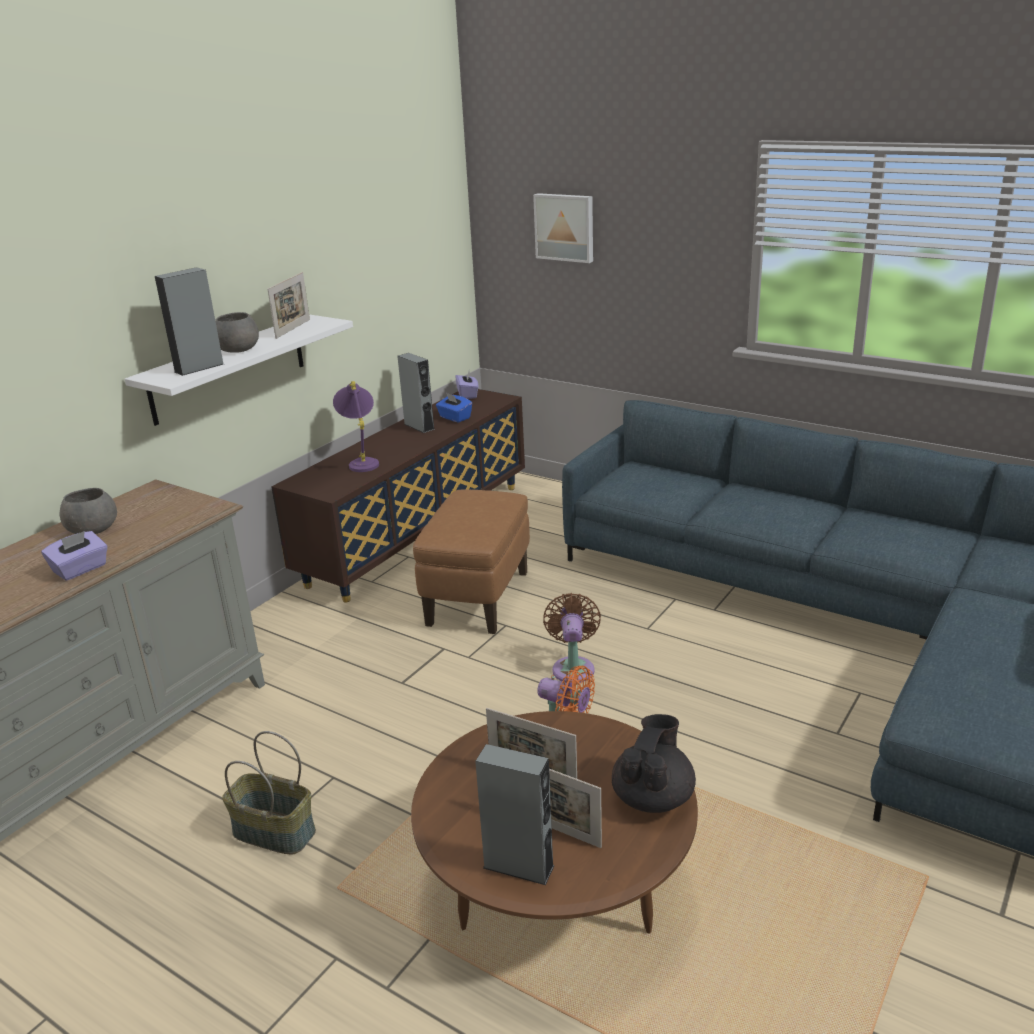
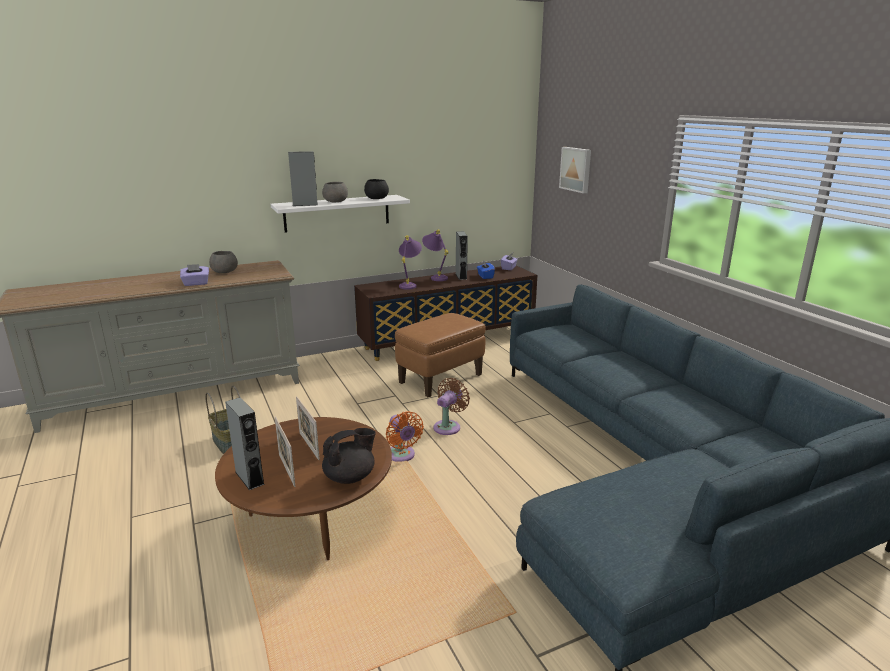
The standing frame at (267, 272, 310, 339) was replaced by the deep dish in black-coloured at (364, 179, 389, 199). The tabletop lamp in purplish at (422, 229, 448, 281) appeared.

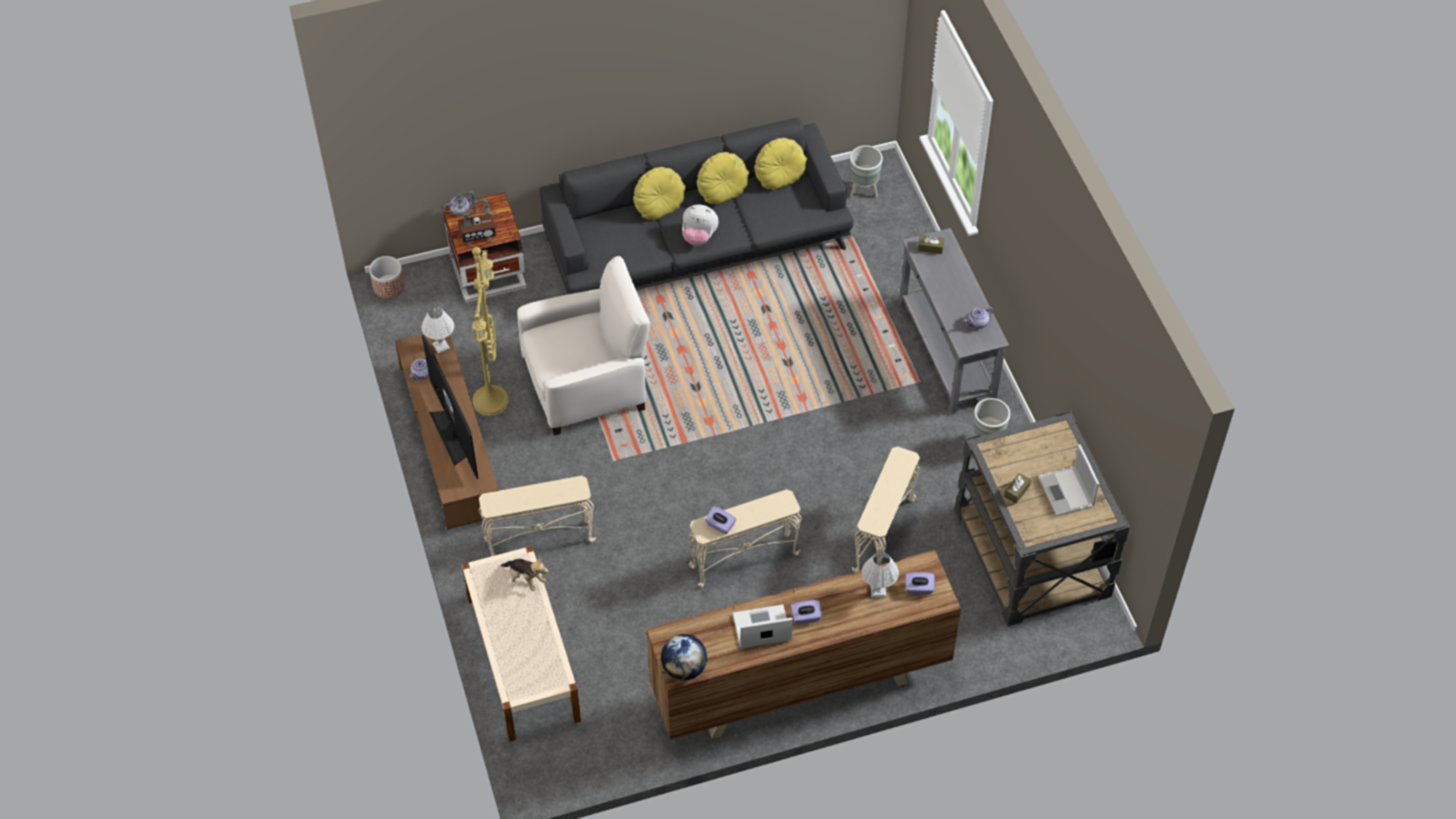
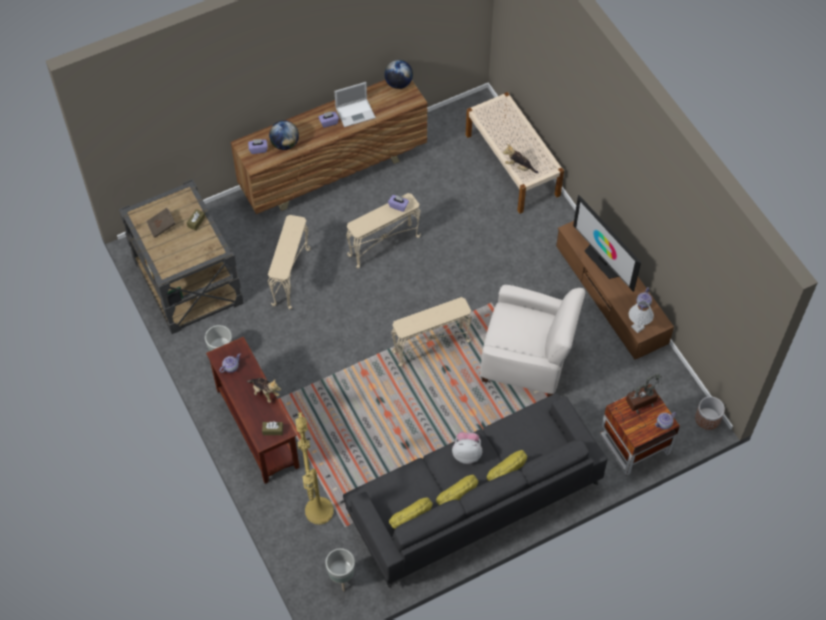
The notebook computer at (1038, 444, 1099, 516) was replaced by the bound book in brownish at (146, 208, 175, 238). The narrow table in greyish at (899, 228, 1009, 415) became the narrow table in brownish at (206, 337, 300, 484). The cuddly toy at (247, 378, 281, 403) appeared. The tabletop lamp in white-coloured at (862, 552, 899, 598) was replaced by the globe at (269, 120, 299, 150). The standard lamp in yellow-coloured moved from (472, 247, 509, 416) to (295, 412, 334, 525). The end table in sand-coloured moved from (479, 476, 596, 556) to (391, 297, 472, 367). The easy chair in white-coloured at (517, 256, 650, 436) turned 135 degrees counterclockwise.

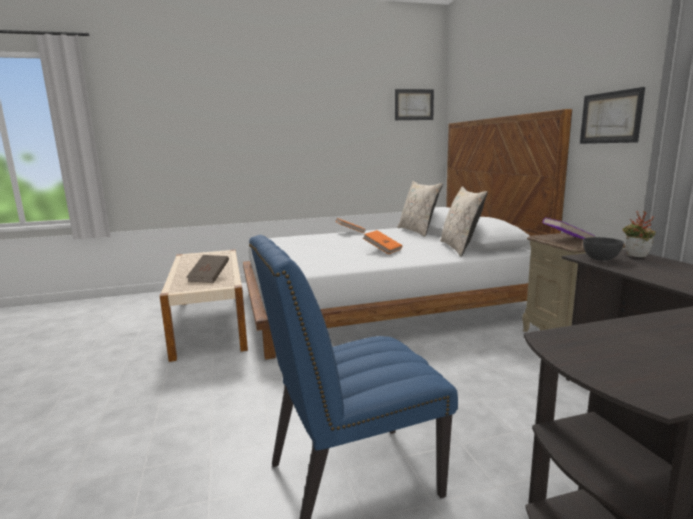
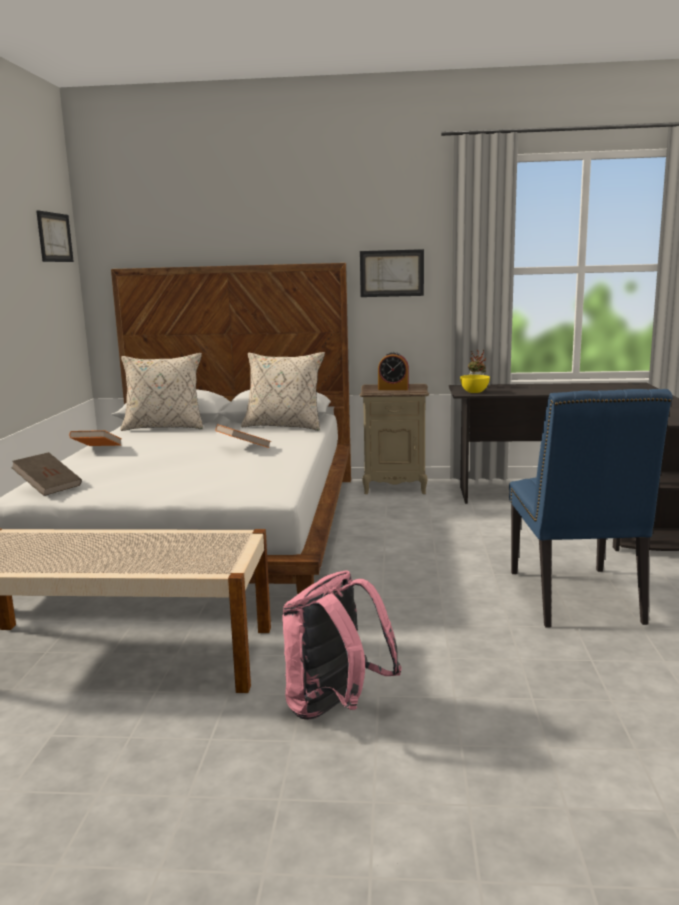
The bound book in brownish moved from (187, 255, 229, 283) to (11, 452, 82, 496). The backpack in pink at (283, 570, 402, 720) appeared. The bound book in purplish at (543, 217, 595, 239) was replaced by the table clock at (378, 352, 409, 390). The deep dish in greyish at (583, 237, 624, 261) became the deep dish in yellow-coloured at (460, 375, 490, 393).

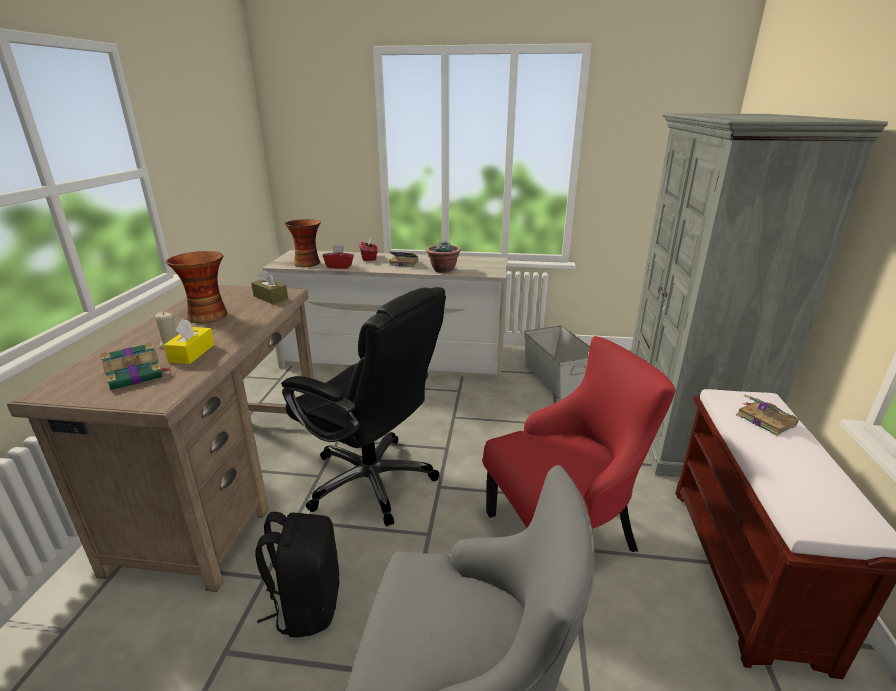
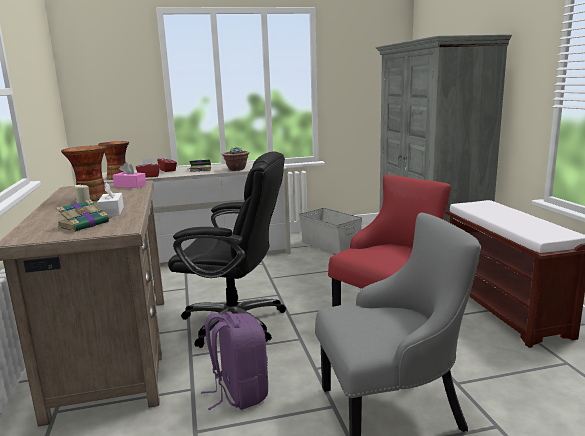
The box of tissues in yellow-coloured at (164, 319, 215, 364) became the box of tissues in white-coloured at (97, 182, 124, 217). The box of tissues in brownish at (251, 270, 288, 304) became the box of tissues in pink at (113, 162, 147, 188). The backpack in black-coloured at (255, 512, 340, 637) became the backpack in purplish at (201, 311, 268, 410). The bound book at (736, 394, 799, 436) disappeared.

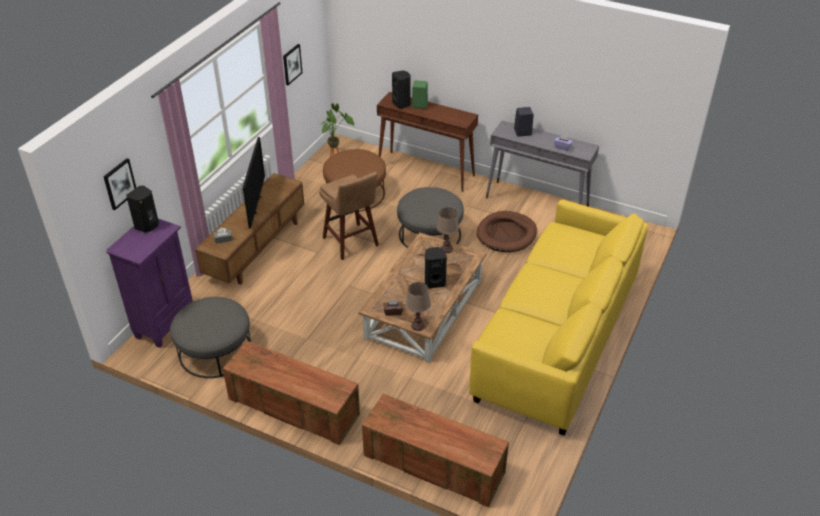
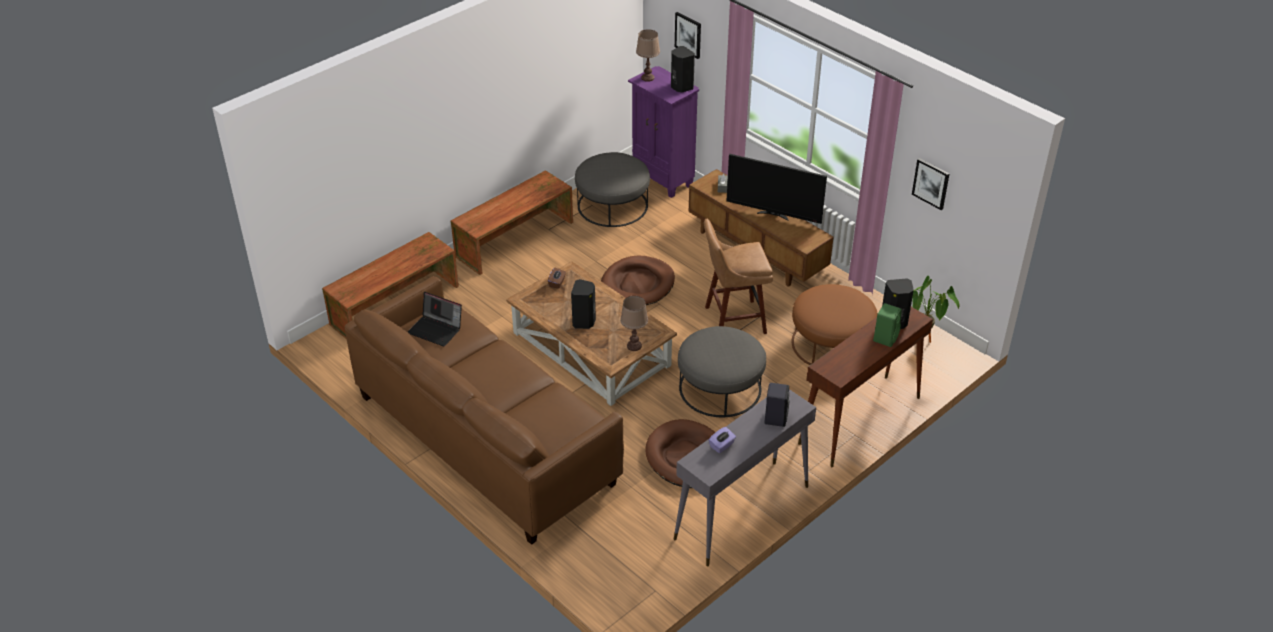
The sofa in yellow-coloured at (469, 199, 648, 436) became the sofa in brownish at (344, 276, 624, 545). The notebook computer at (408, 292, 462, 347) appeared. The dog bed in brownish at (601, 256, 675, 305) appeared. The tabletop lamp in brownish moved from (406, 282, 431, 331) to (636, 29, 660, 82).

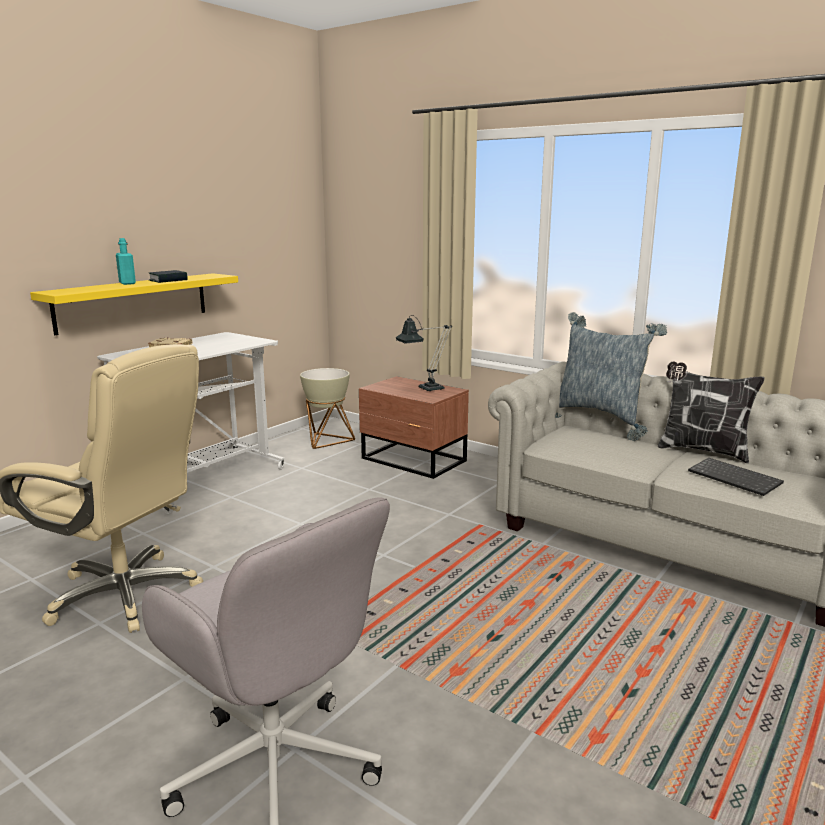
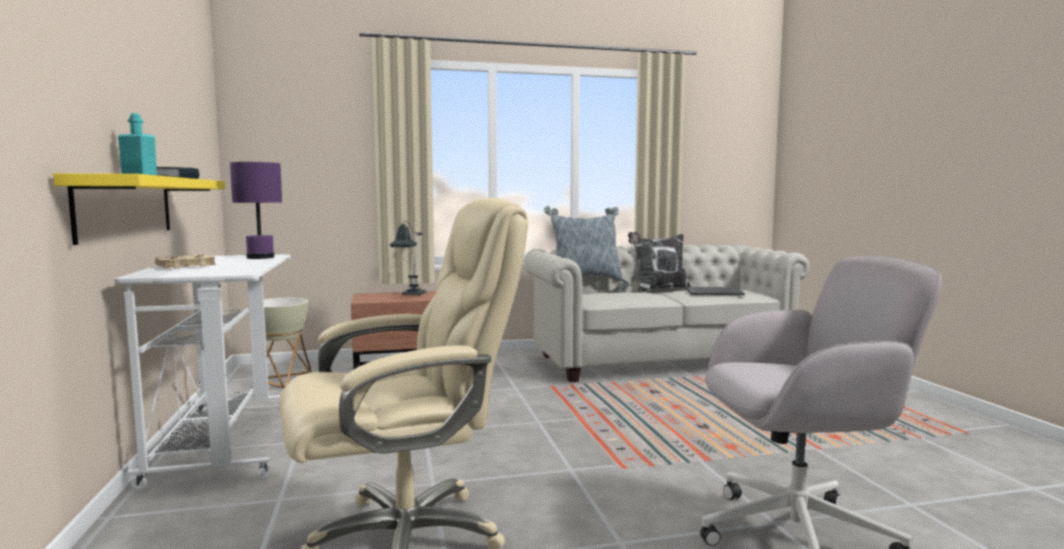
The tabletop lamp in purplish at (230, 162, 282, 259) appeared.

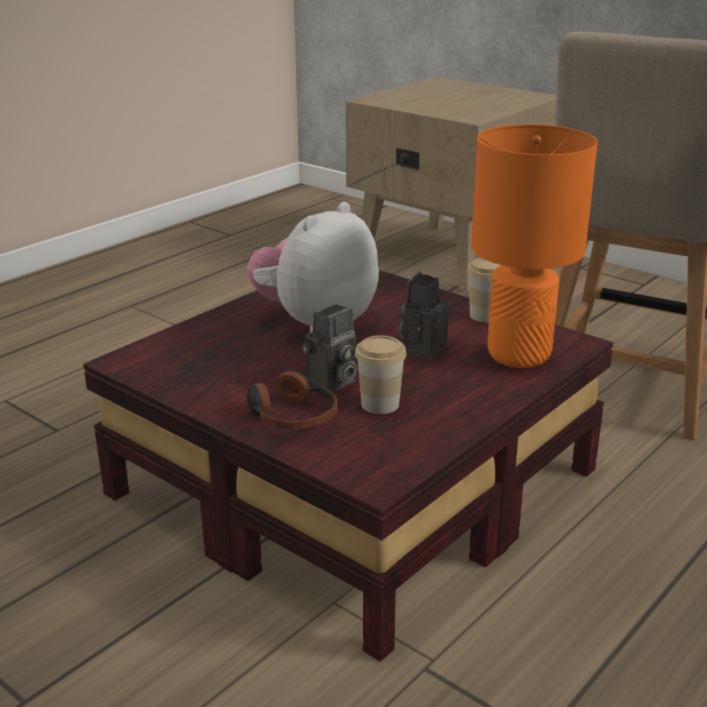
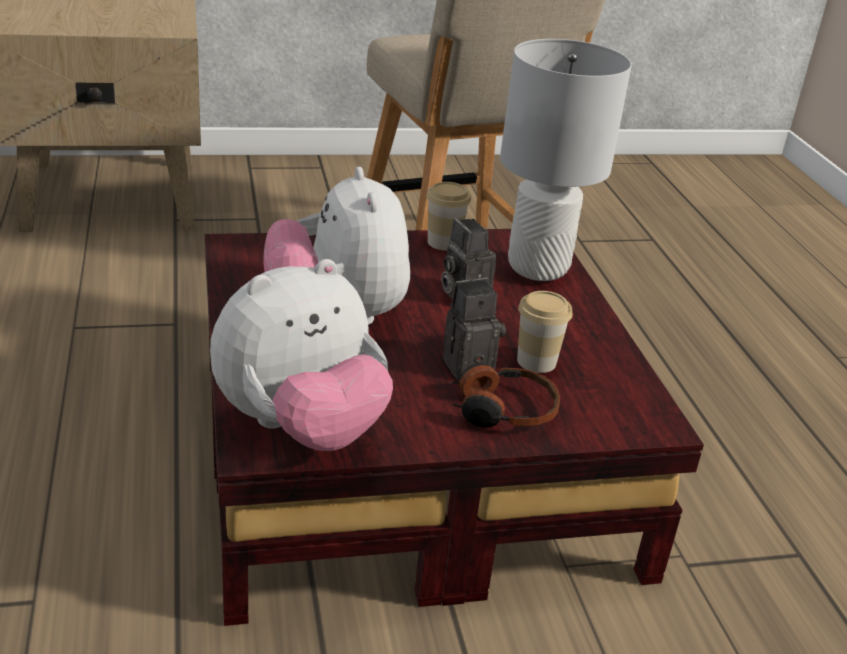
The cuddly toy at (210, 259, 393, 451) appeared. The still camera at (302, 304, 357, 393) turned 105 degrees counterclockwise. The tabletop lamp in orangey at (471, 124, 598, 368) became the tabletop lamp in greyish at (500, 39, 632, 281).

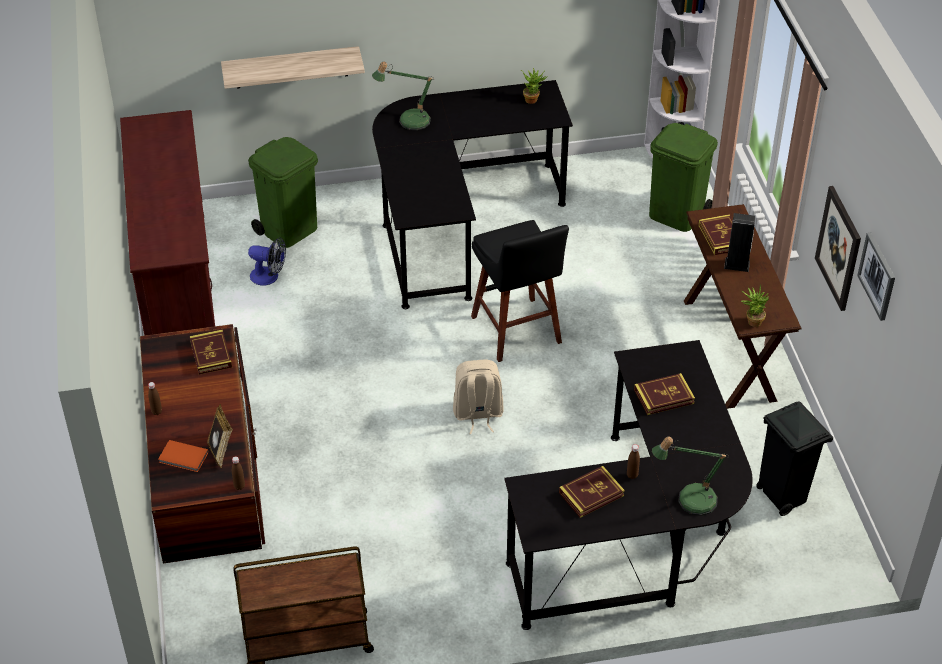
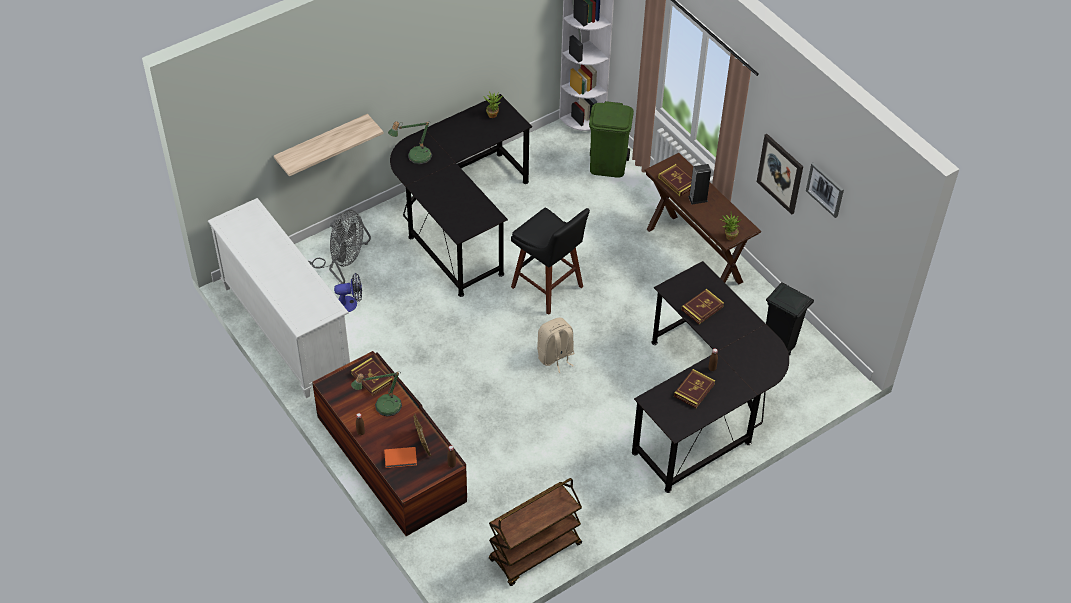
The dresser in red at (120, 110, 215, 336) became the dresser in white-coloured at (208, 198, 350, 398). The rubbish bin in green at (248, 137, 318, 248) was replaced by the fan in greyish at (308, 210, 371, 284). The tabletop lamp moved from (652, 436, 729, 516) to (351, 372, 402, 417).

